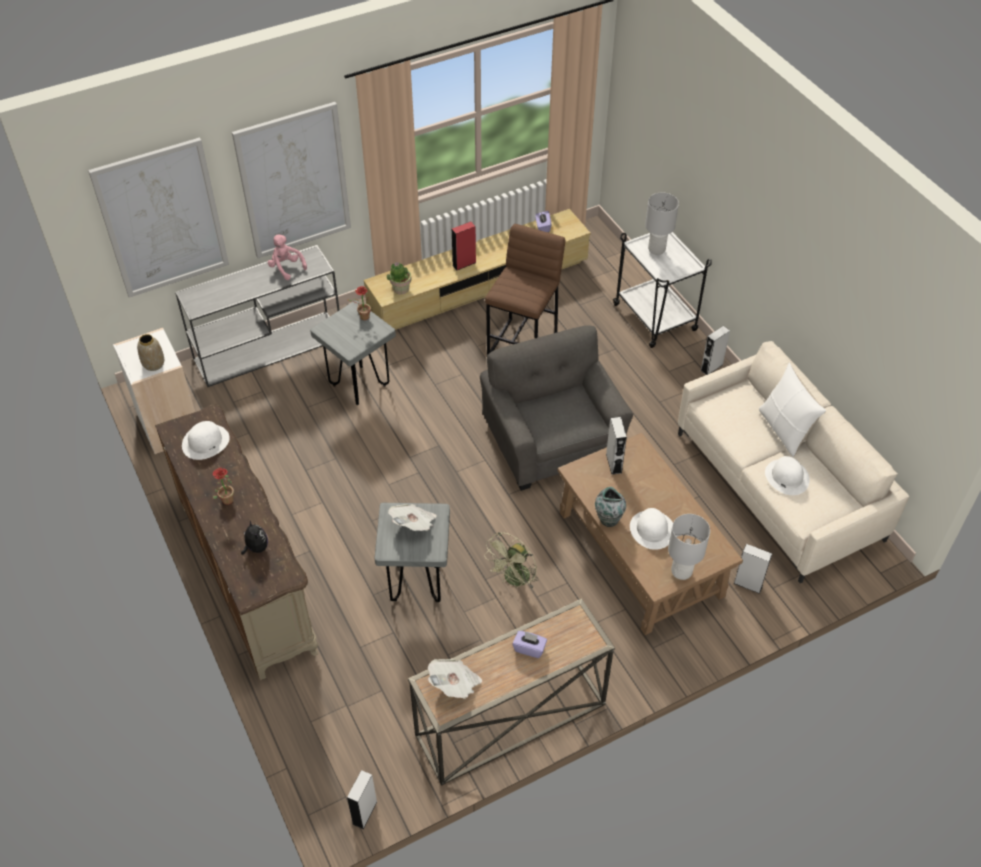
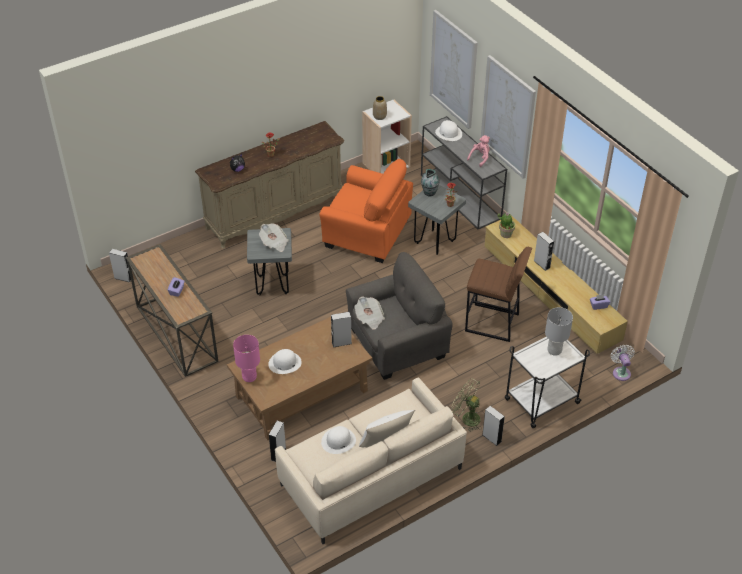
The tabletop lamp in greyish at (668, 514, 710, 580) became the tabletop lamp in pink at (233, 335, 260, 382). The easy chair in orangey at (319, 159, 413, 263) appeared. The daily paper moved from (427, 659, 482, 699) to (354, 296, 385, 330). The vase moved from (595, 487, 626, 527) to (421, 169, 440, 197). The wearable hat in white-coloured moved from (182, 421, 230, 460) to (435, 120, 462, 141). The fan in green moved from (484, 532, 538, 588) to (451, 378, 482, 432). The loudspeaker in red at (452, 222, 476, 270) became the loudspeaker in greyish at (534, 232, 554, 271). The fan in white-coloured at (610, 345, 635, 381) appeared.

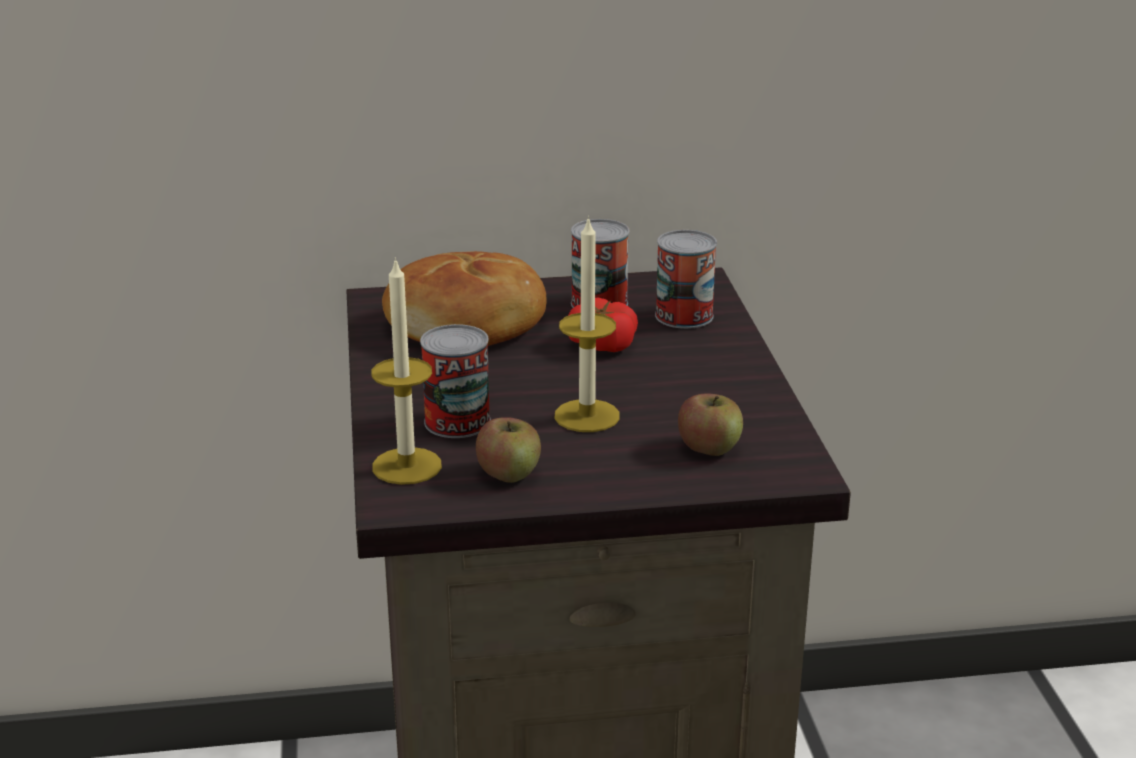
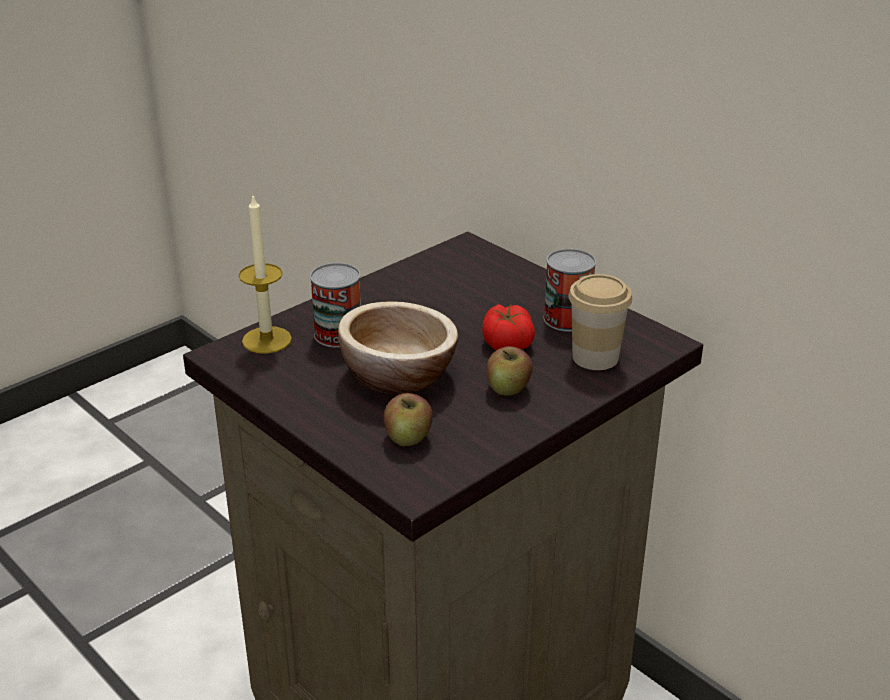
The wax candle at (555, 216, 620, 432) was replaced by the deep dish at (338, 302, 458, 395). The apple fruit moved from (476, 417, 541, 483) to (487, 346, 533, 396). The can at (655, 230, 717, 329) was replaced by the cup at (568, 274, 632, 370). The bread at (382, 251, 547, 346) disappeared.

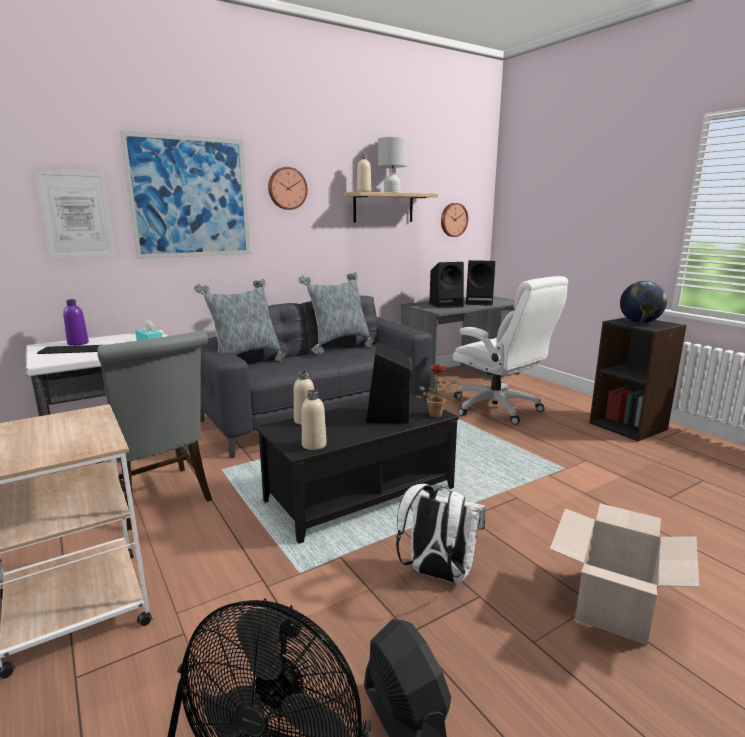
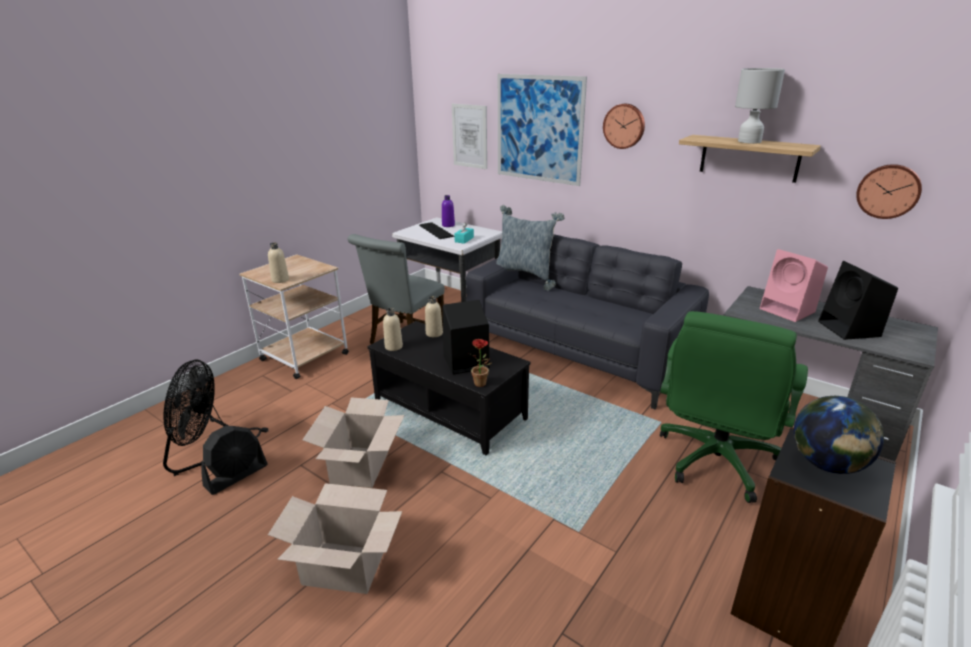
The bottle in sand-coloured moved from (357, 155, 371, 192) to (268, 242, 289, 283). The backpack in white-coloured at (396, 484, 485, 583) was replaced by the carton at (302, 397, 404, 488). The computer chair in white-coloured at (453, 276, 568, 425) became the computer chair in green at (660, 311, 808, 503). The loudspeaker in black-coloured at (429, 262, 464, 308) became the loudspeaker in pink at (760, 249, 828, 322). The cushion at (299, 272, 374, 354) disappeared.

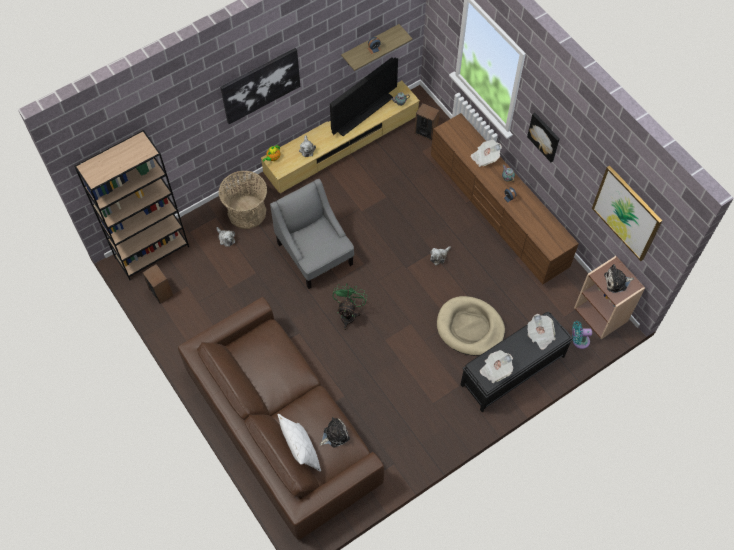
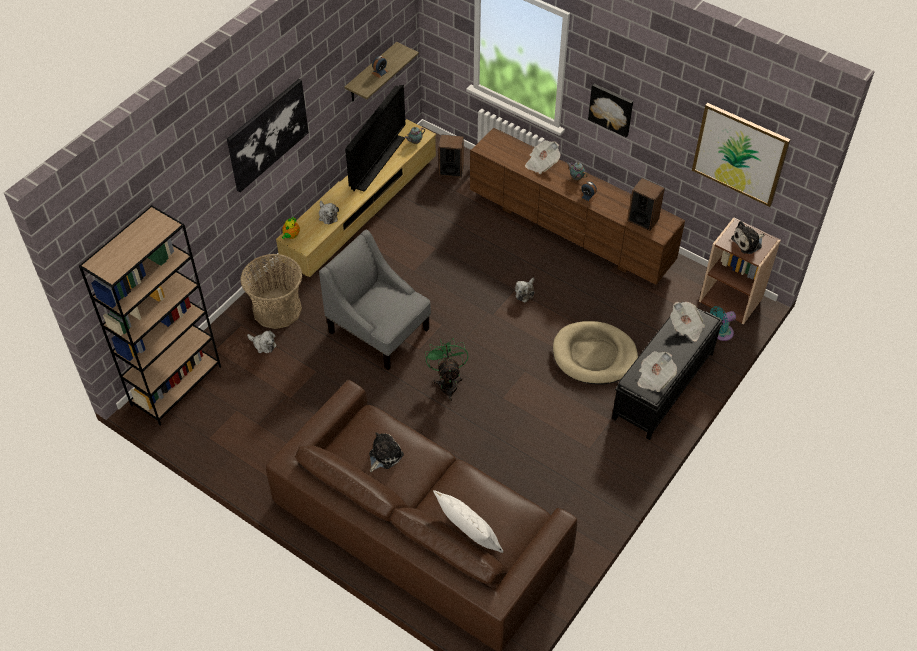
The cuddly toy moved from (319, 417, 350, 448) to (369, 432, 404, 472). The loudspeaker moved from (142, 264, 173, 304) to (627, 178, 665, 231).

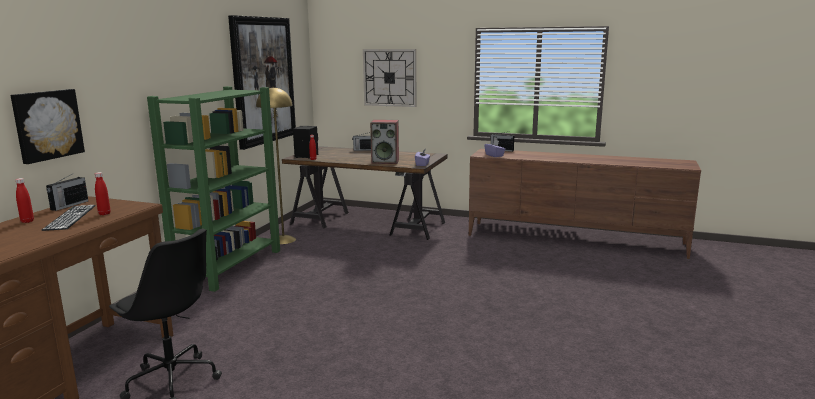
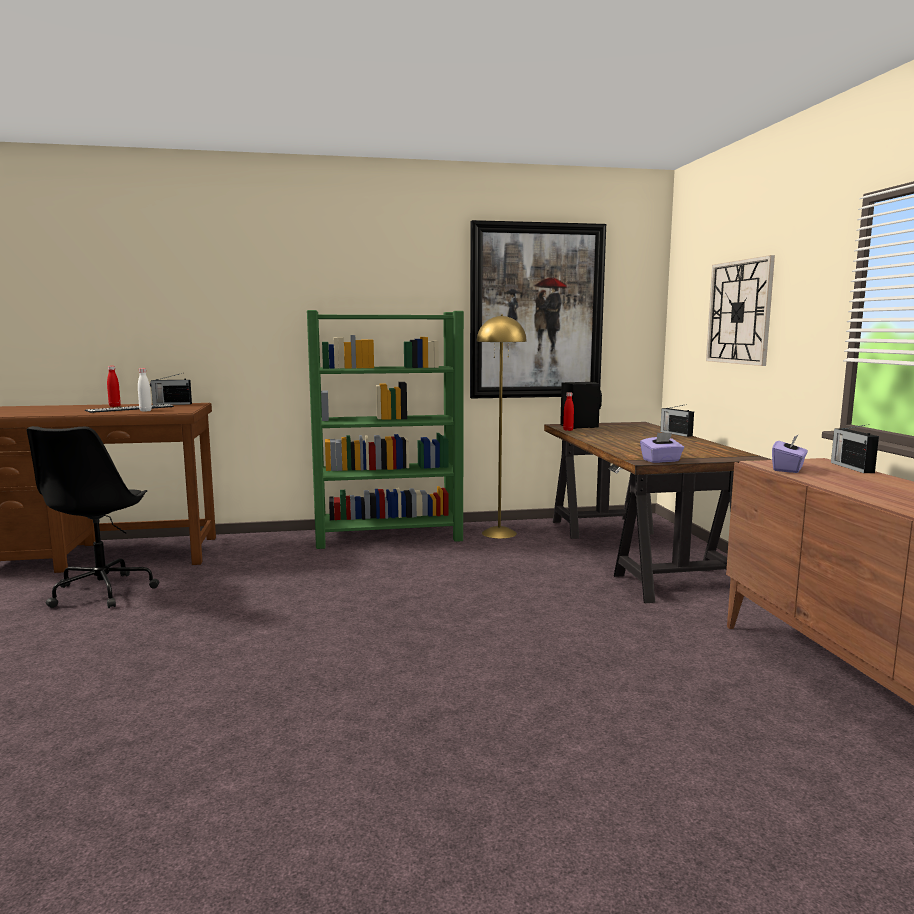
The bottle in red at (95, 172, 111, 215) became the bottle in white-coloured at (138, 368, 152, 412). The wall picture at (11, 89, 85, 164) disappeared. The loudspeaker at (370, 120, 399, 164) disappeared.

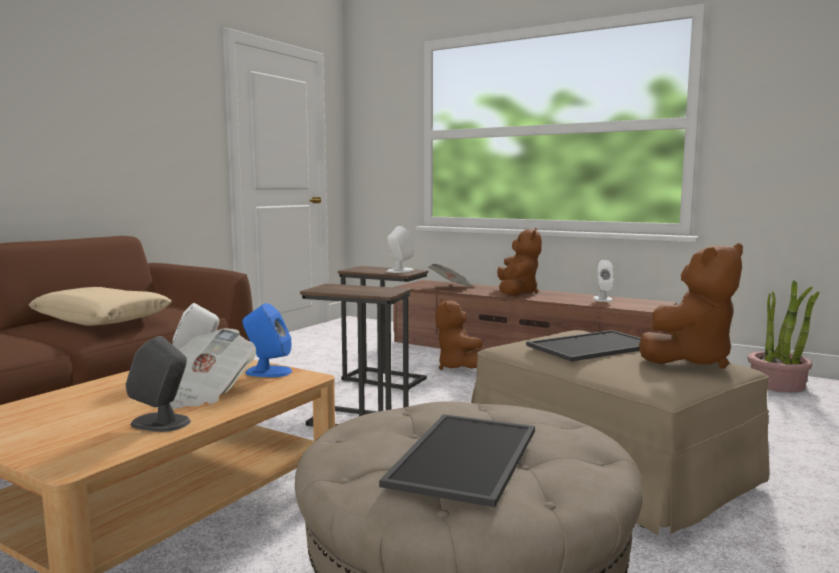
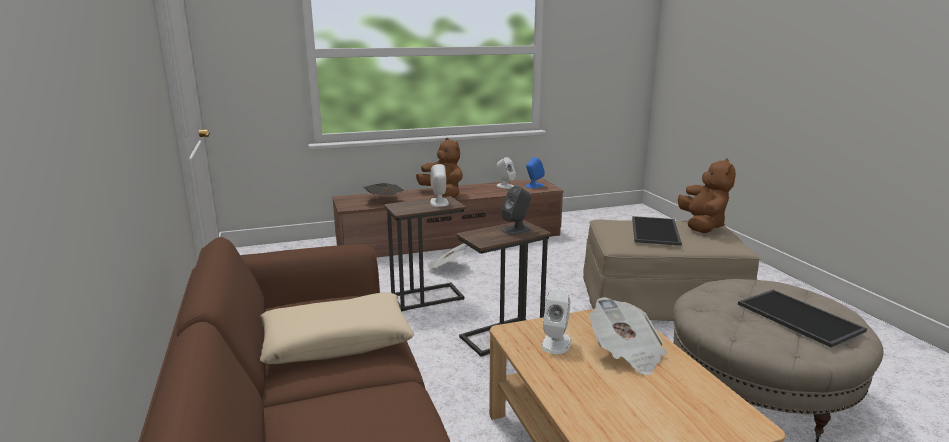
The cuddly toy in brownish at (436, 299, 483, 370) was replaced by the daily paper at (427, 243, 469, 271). The loudspeaker in greyish moved from (125, 336, 191, 432) to (501, 186, 532, 234). The loudspeaker in blue-coloured moved from (242, 303, 292, 377) to (525, 157, 545, 188). The potted plant at (748, 280, 820, 392) disappeared.

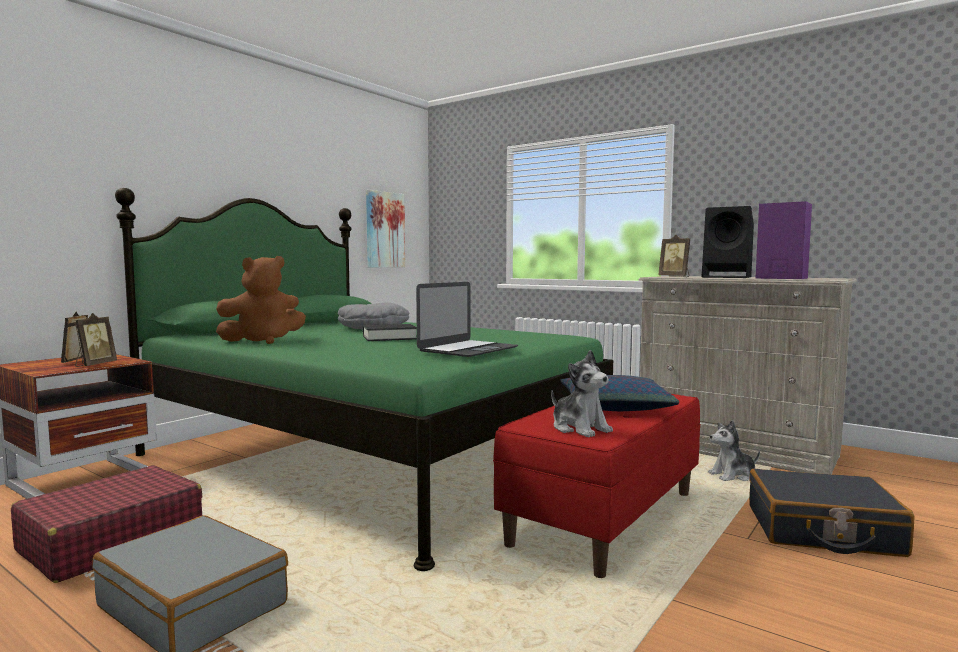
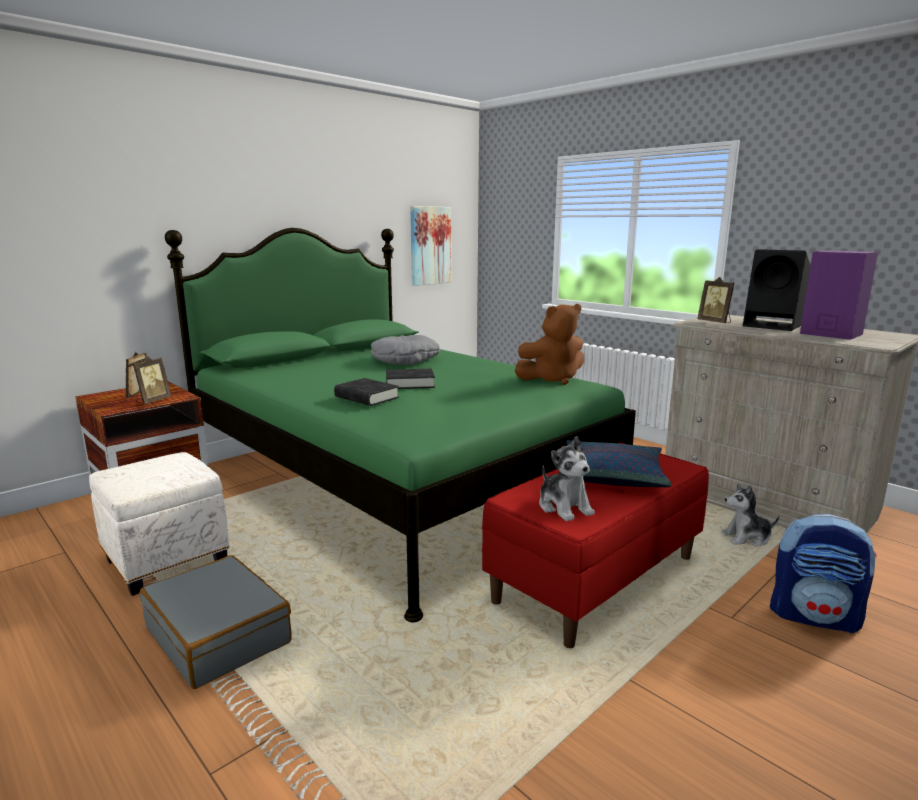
The suitcase in red at (11, 465, 202, 583) was replaced by the ottoman in white-coloured at (89, 452, 230, 596). The bound book in black-coloured at (334, 378, 399, 406) appeared. The cuddly toy in brownish moved from (216, 256, 306, 344) to (515, 304, 584, 385). The suitcase in black-coloured at (749, 469, 914, 557) was replaced by the backpack at (770, 514, 877, 634). The notebook computer at (416, 282, 518, 357) disappeared.

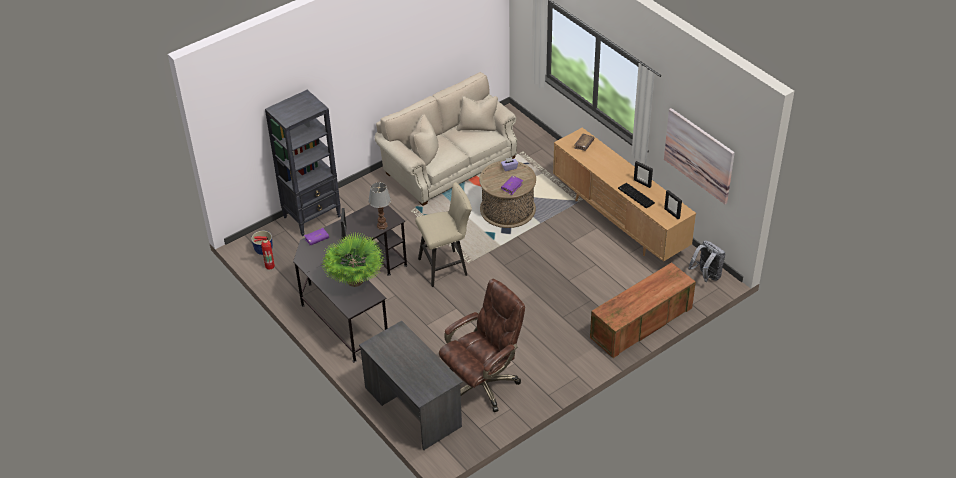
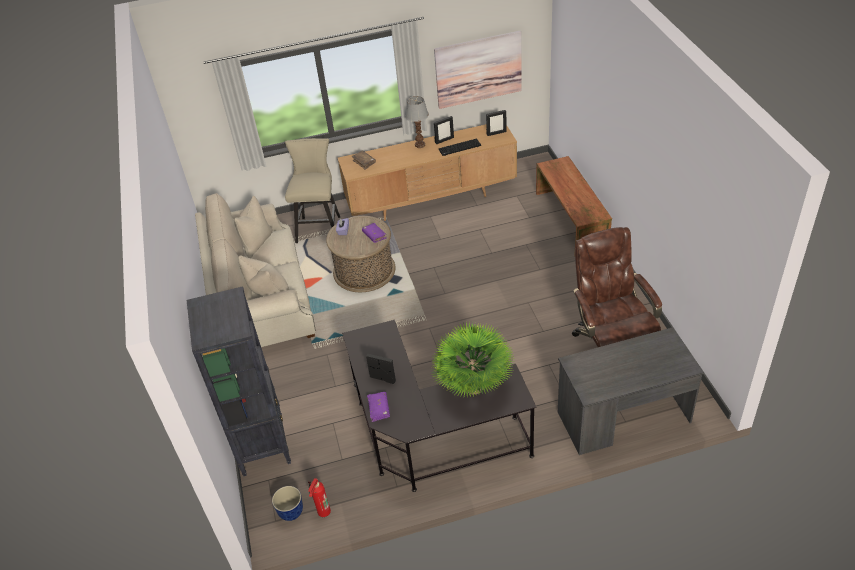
The sitting stool in sand-coloured moved from (415, 182, 472, 287) to (285, 138, 340, 243). The tabletop lamp moved from (368, 182, 391, 230) to (406, 96, 429, 148). The backpack in greyish at (688, 240, 726, 282) disappeared.

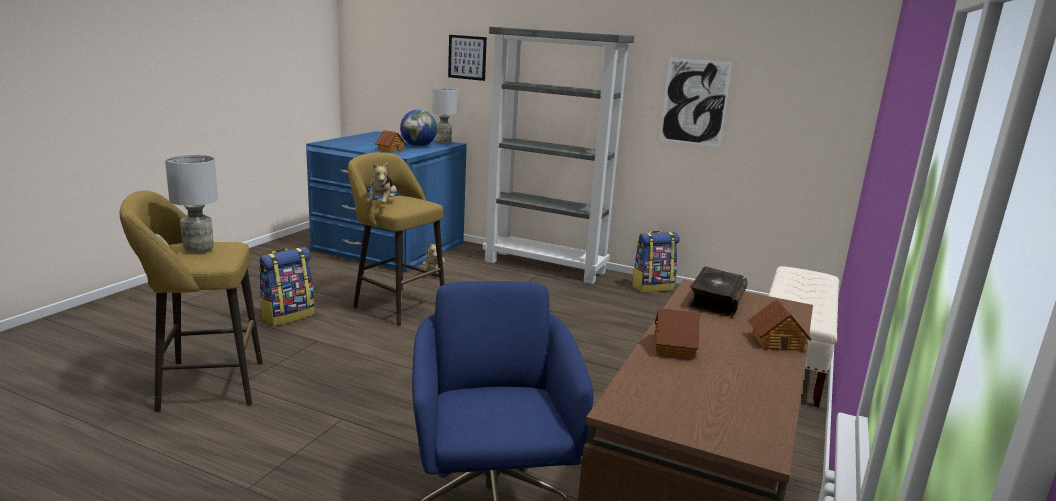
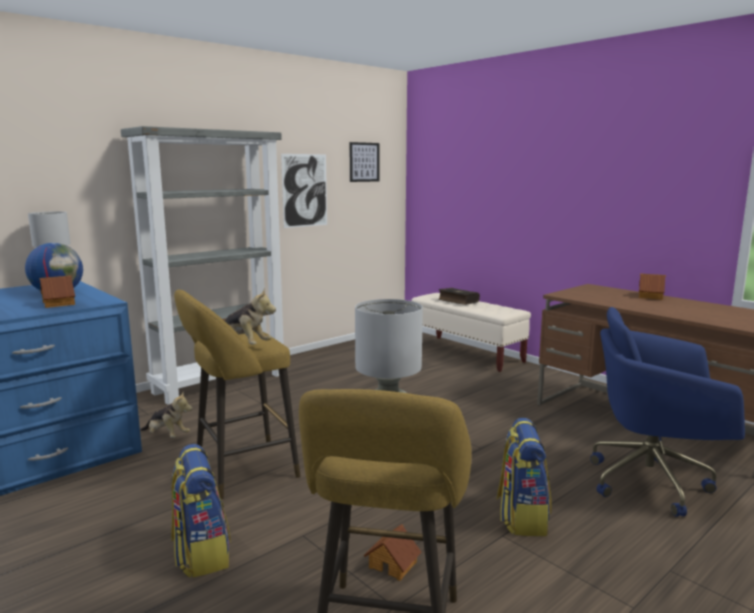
The wall picture moved from (448, 35, 487, 81) to (349, 142, 379, 182). The miniature house moved from (654, 308, 701, 359) to (363, 524, 421, 581). The bound book moved from (687, 267, 747, 316) to (438, 288, 480, 305). The backpack moved from (631, 231, 680, 292) to (496, 418, 551, 536).

